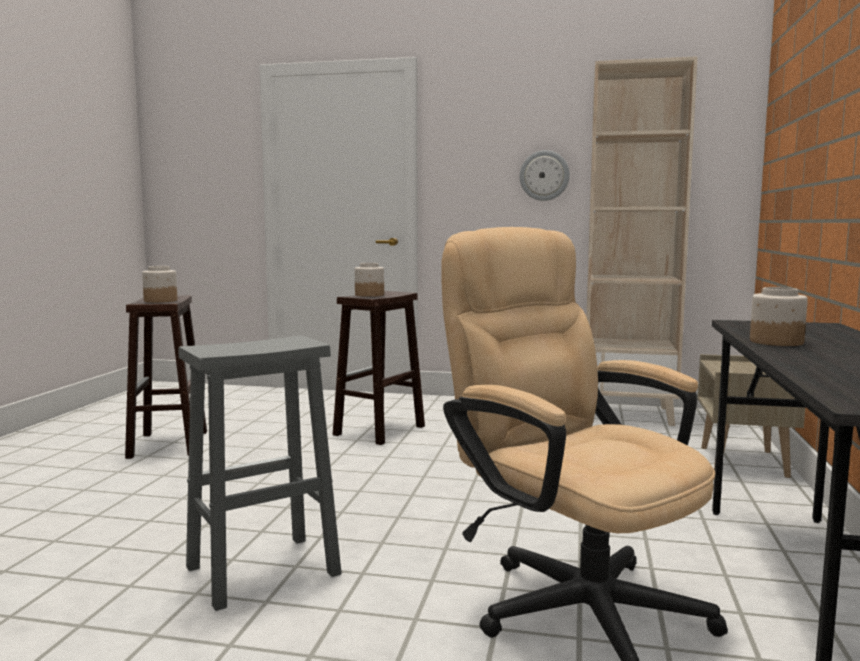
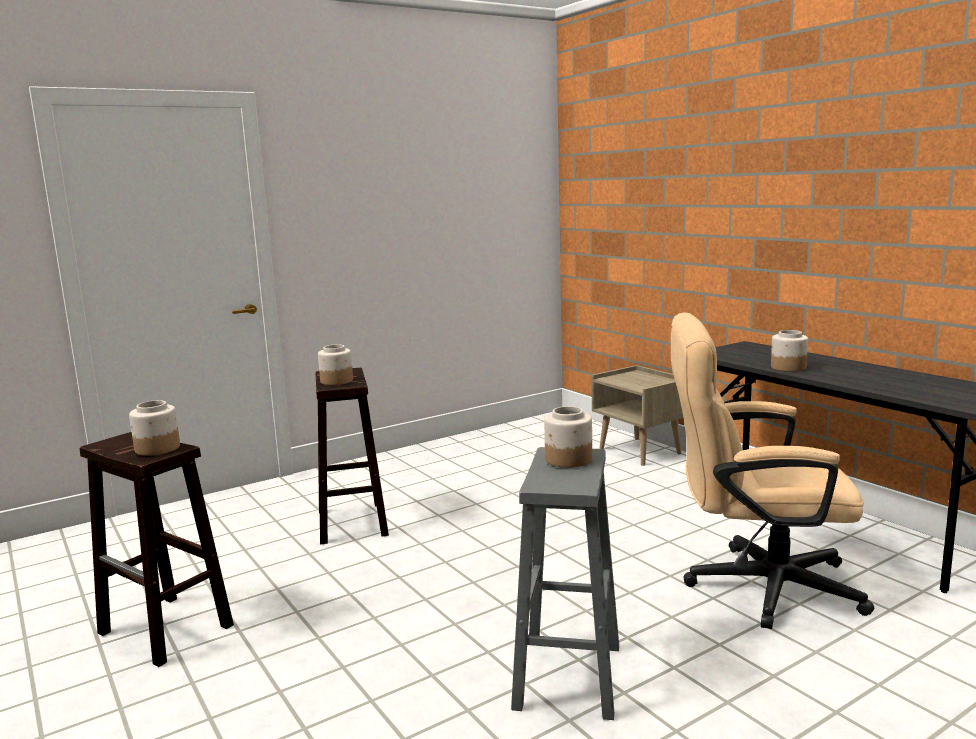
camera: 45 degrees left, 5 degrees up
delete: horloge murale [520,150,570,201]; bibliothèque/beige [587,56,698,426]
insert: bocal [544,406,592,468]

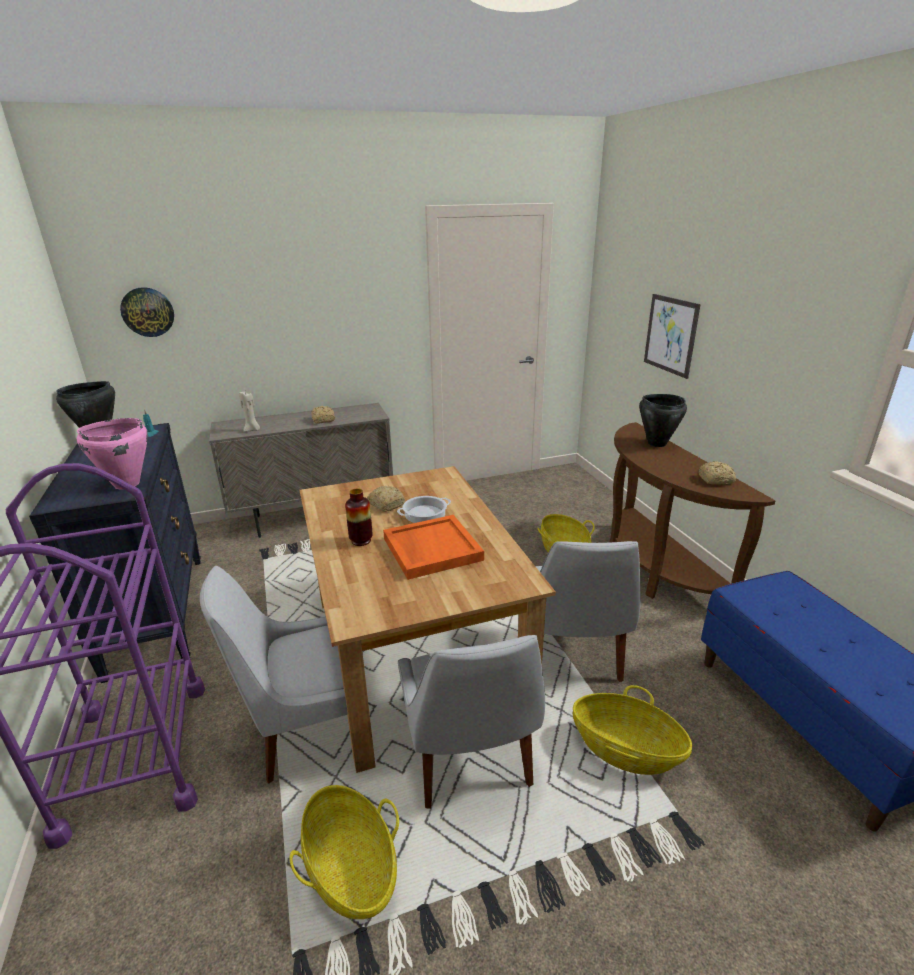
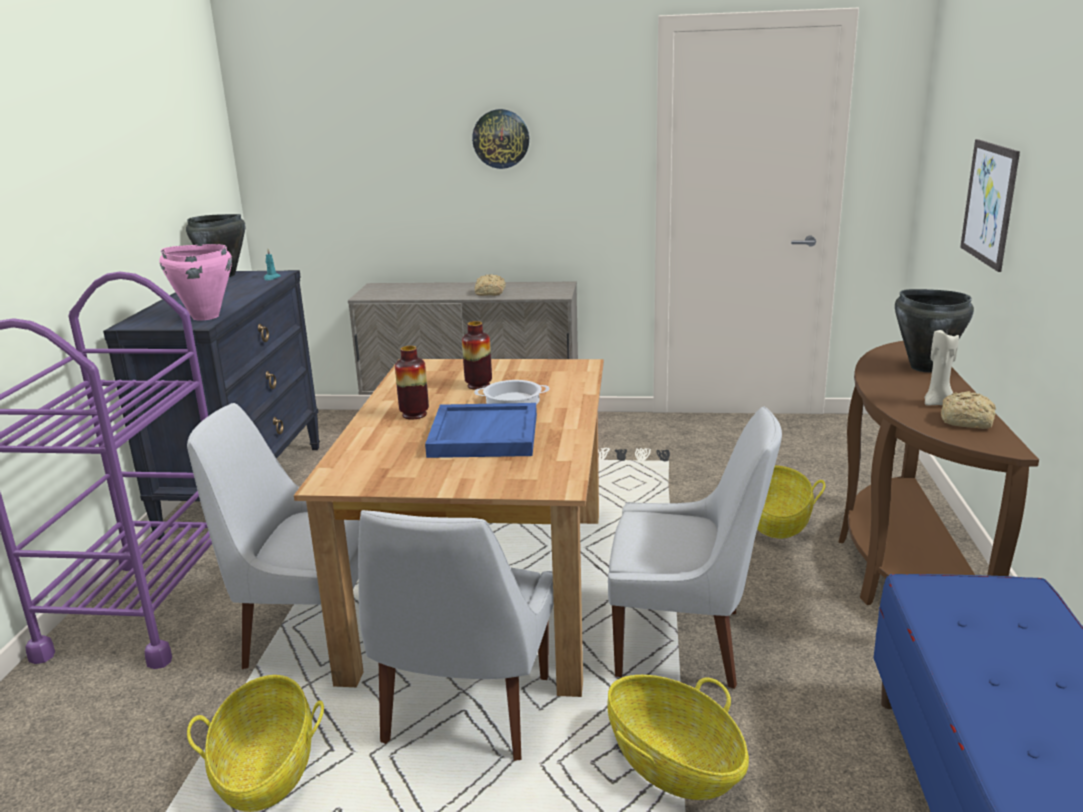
camera: 25 degrees right, 5 degrees down
move: horloge murale [120,287,174,337] to [472,109,529,169]; bougie/beige [239,392,260,432] to [925,330,959,406]
replace: pain [367,486,405,512] to vase [462,321,492,390]
recolor: plateau/orange [383,515,484,580] to plateau/bleu [425,403,537,458]
rotate: chaise/blanc [535,541,641,682] = [608,406,782,689] 105 degrees counterclockwise

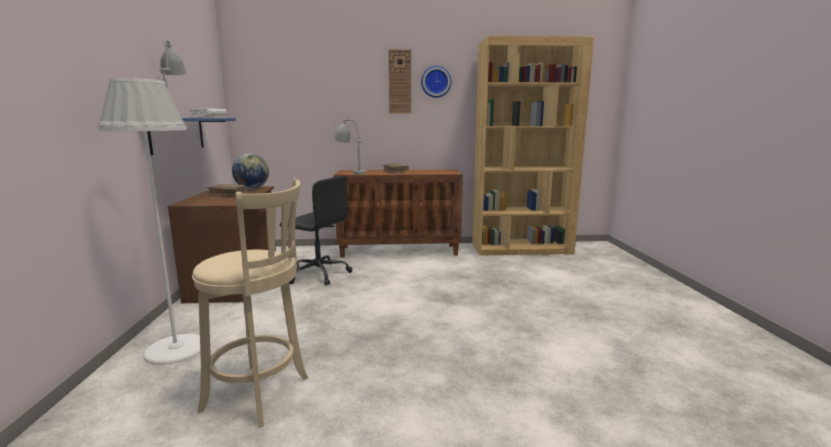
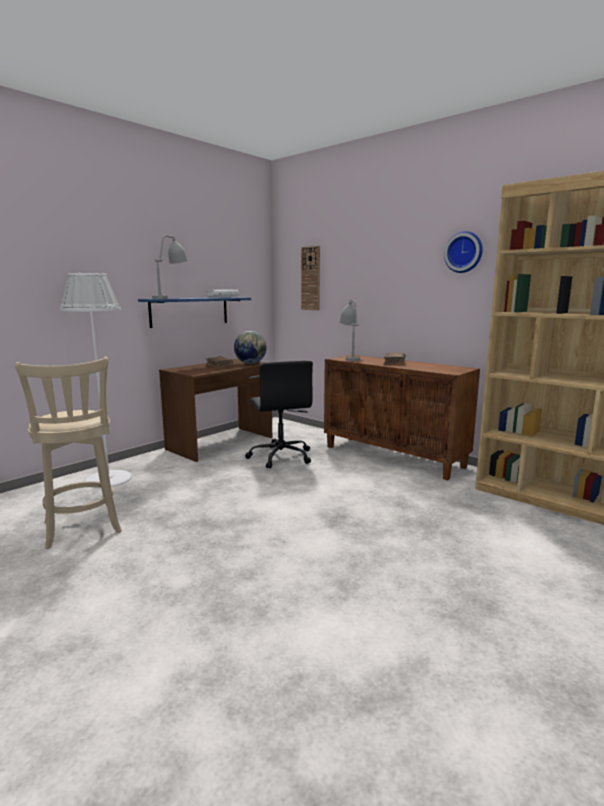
camera: 45 degrees right, 0 degrees up
move: horloge murale [388,49,412,114] to [301,246,320,310]

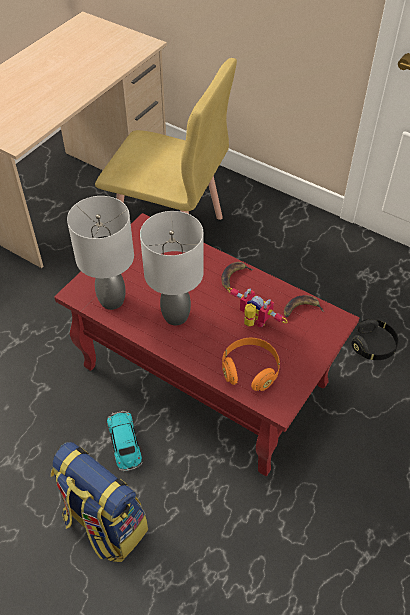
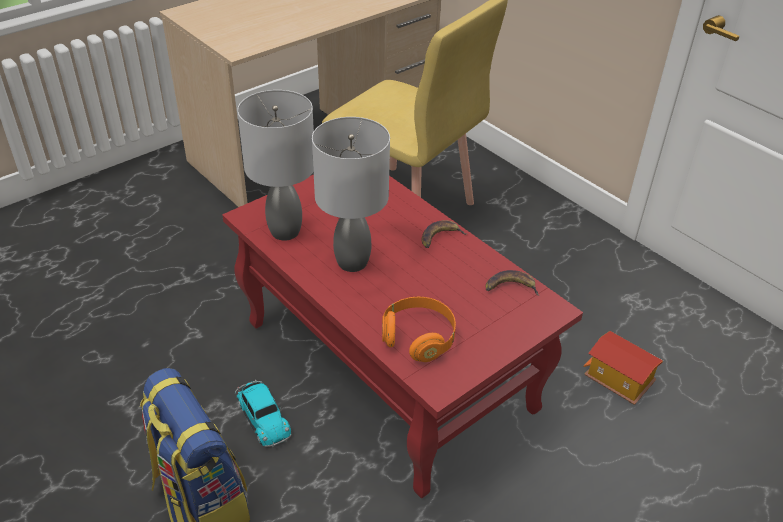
camera: 15 degrees right, 10 degrees down
delete: robot jouet [227,287,288,327]
replace: casque audio/noir [352,318,399,360] to maison miniature [584,331,663,405]
rotate: petite voiture [107,410,142,471] = [235,380,291,447] 150 degrees clockwise

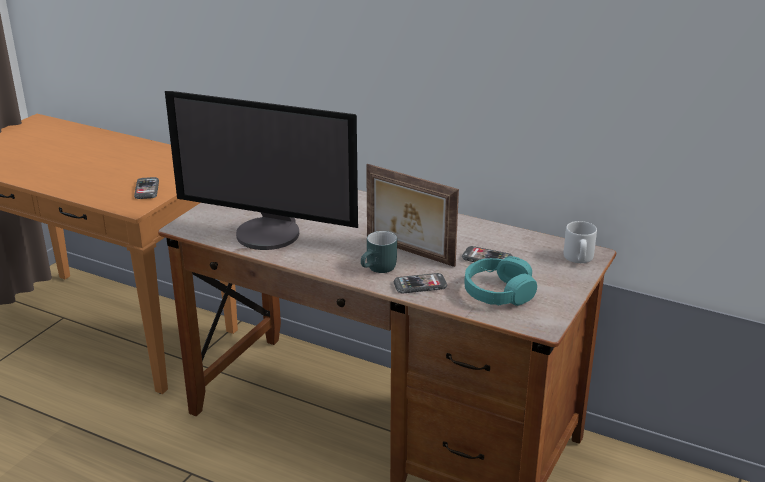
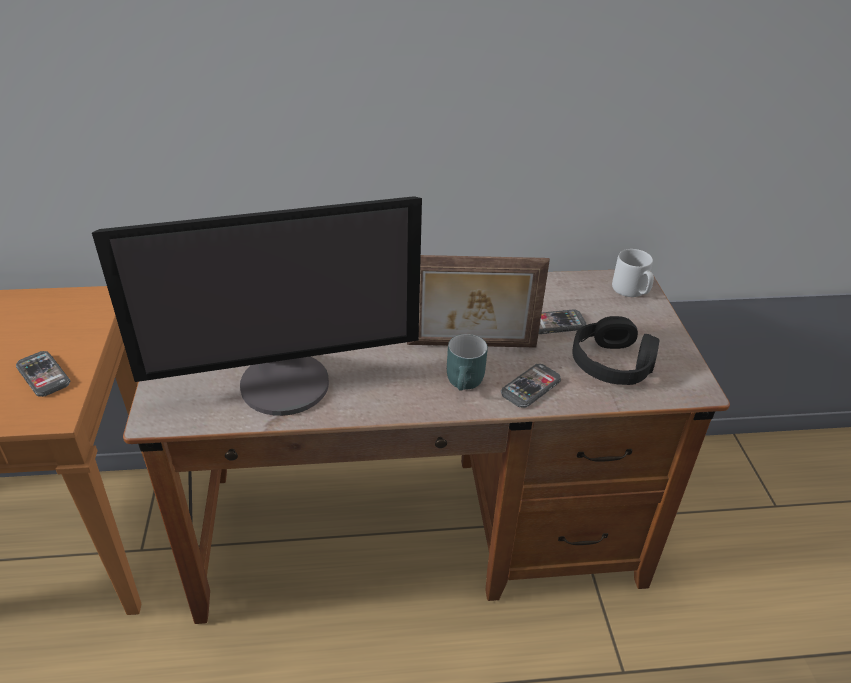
camera: 35 degrees left, 10 degrees up
recolor: casque audio/turquoise [465,256,537,306] to casque audio/noir [572,316,660,385]

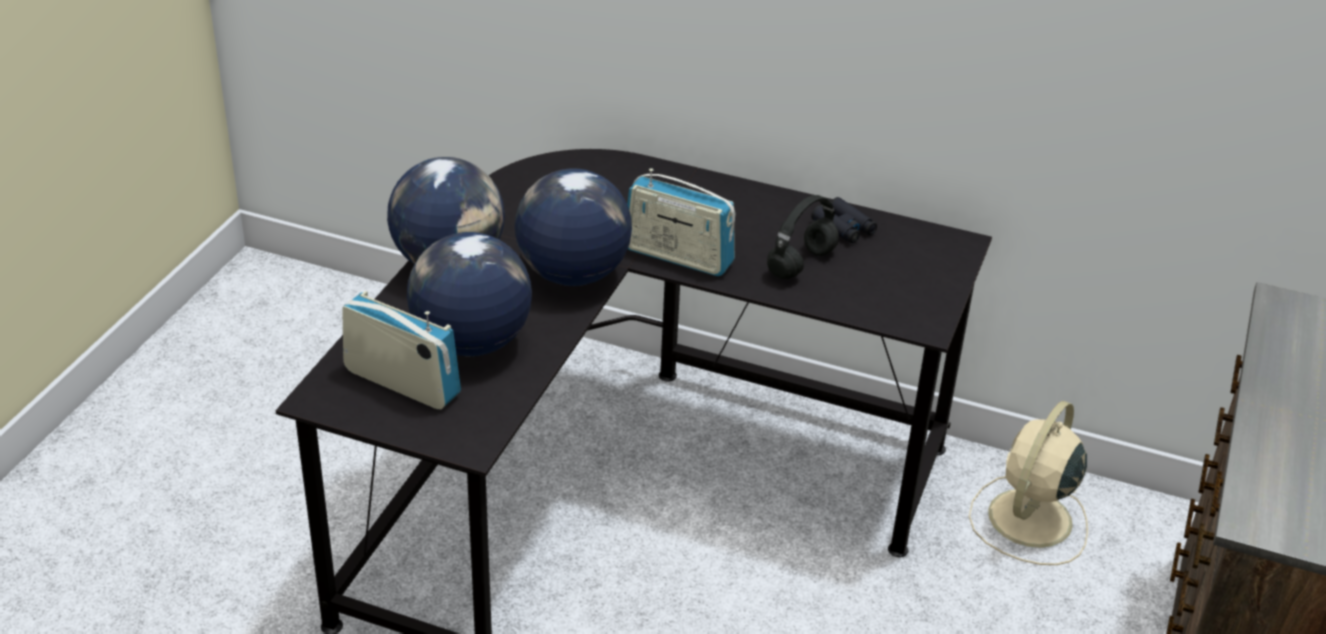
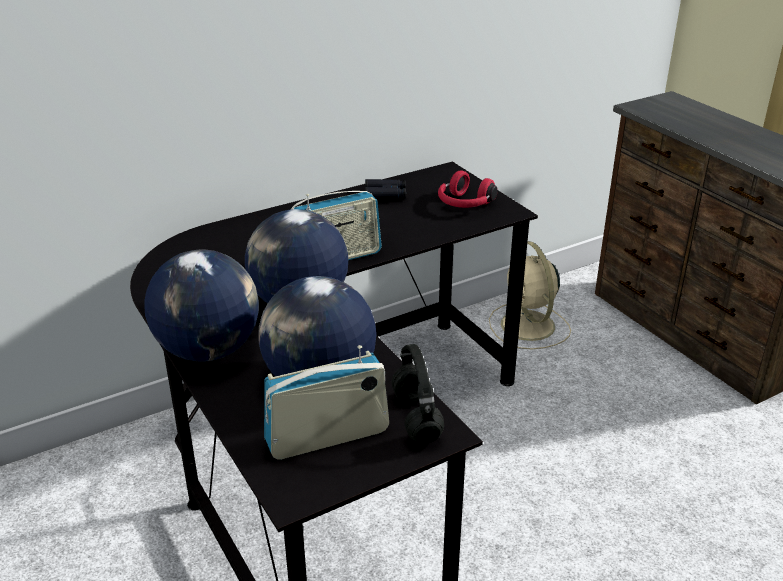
camera: 50 degrees left, 5 degrees down
insert: casque audio/rouge [438,171,498,208]
move: casque audio/noir [767,195,839,279] to [392,344,444,444]

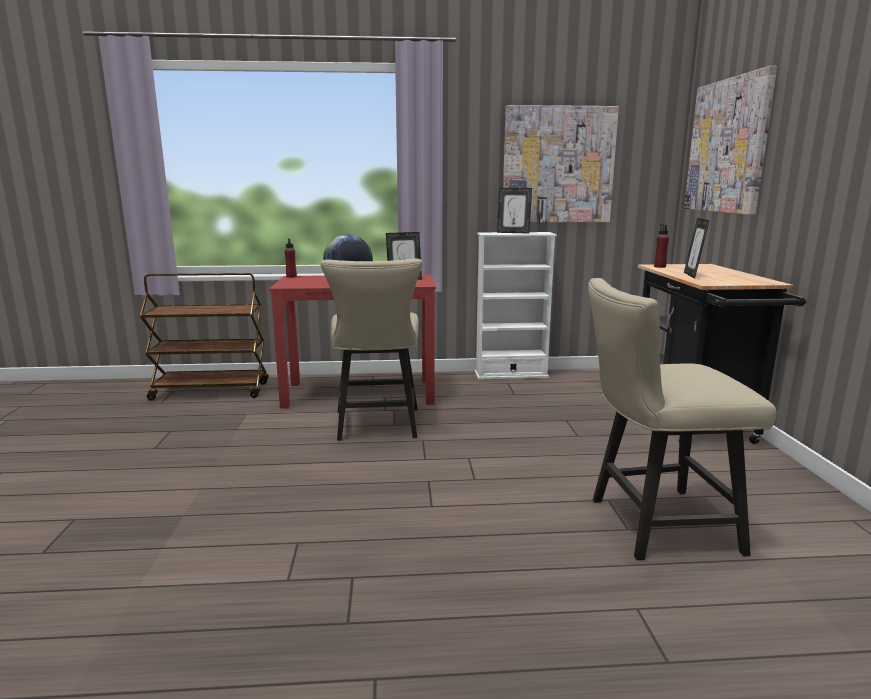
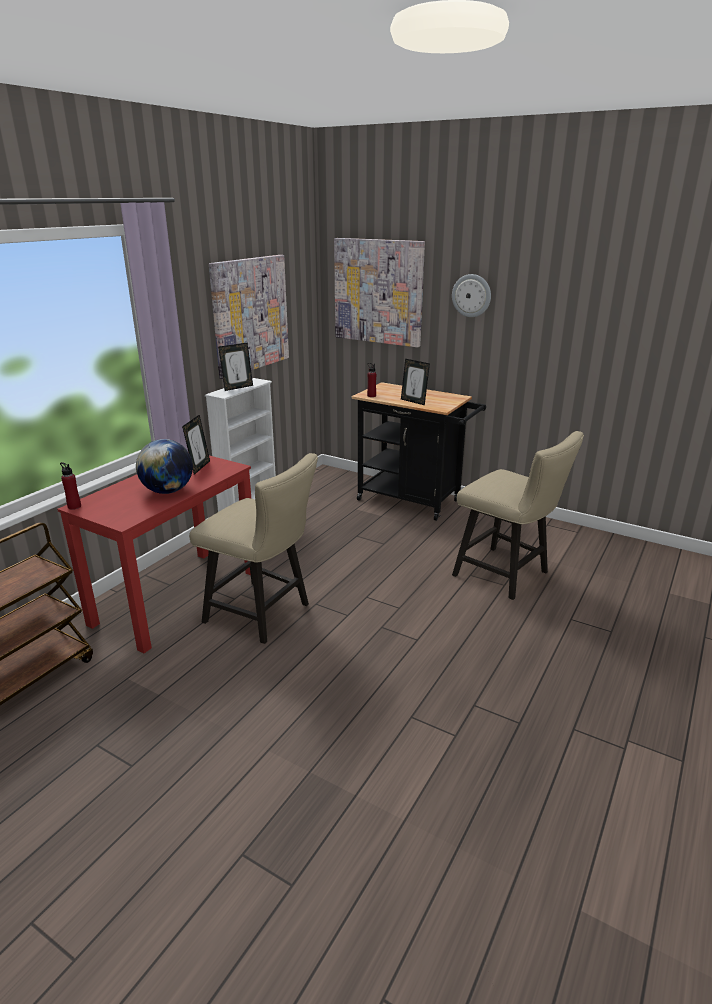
camera: 55 degrees left, 10 degrees up
insert: horloge murale [452,274,491,317]
rotate: chaise/beige [588,278,777,560] = [452,431,584,600] 75 degrees counterclockwise

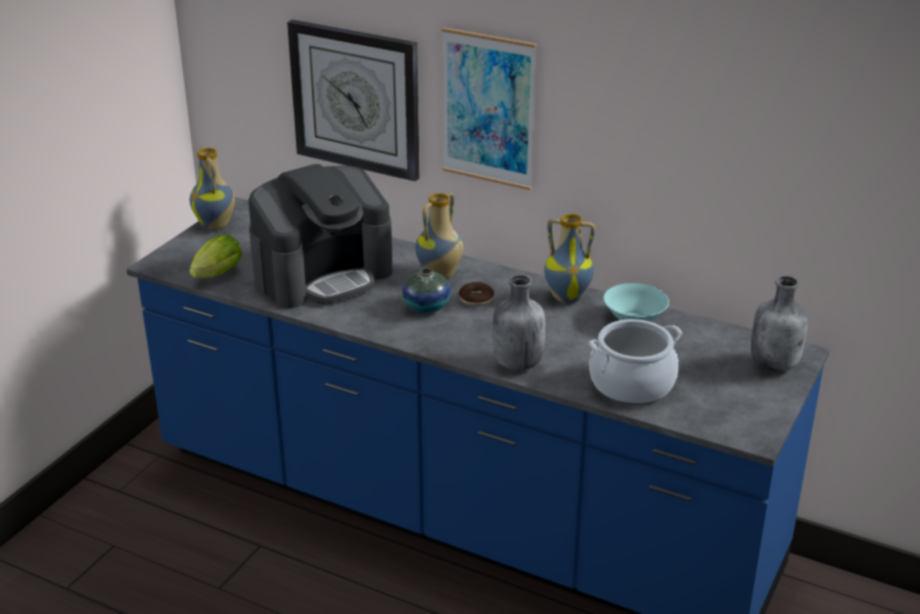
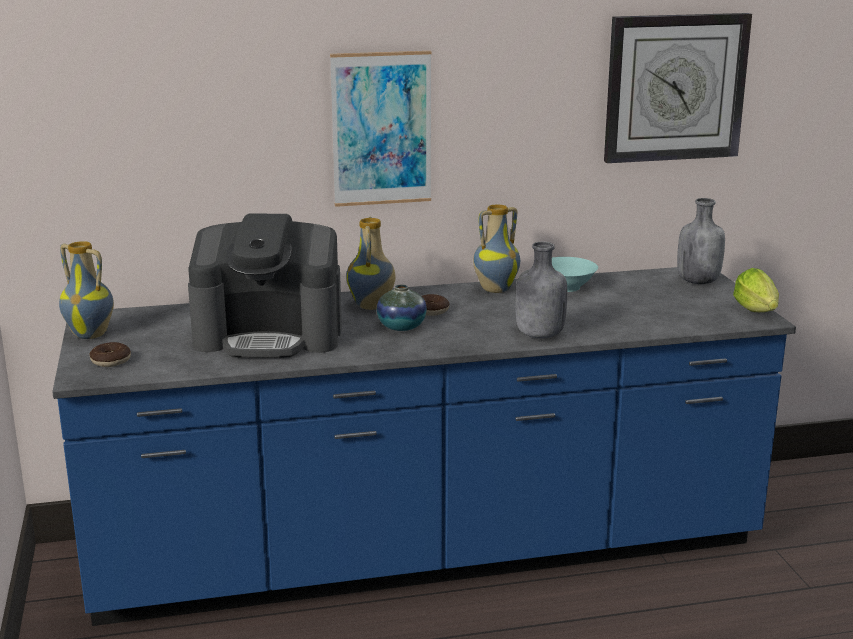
camera: 40 degrees left, 10 degrees down
delete: marmite [589,319,682,405]
insert: beignet [89,342,131,367]
move: horloge murale [287,20,420,182] to [604,13,752,163]; laitue [189,234,242,278] to [733,268,779,312]
rotate: machine à café [249,164,393,308] = [188,214,342,358] 75 degrees clockwise

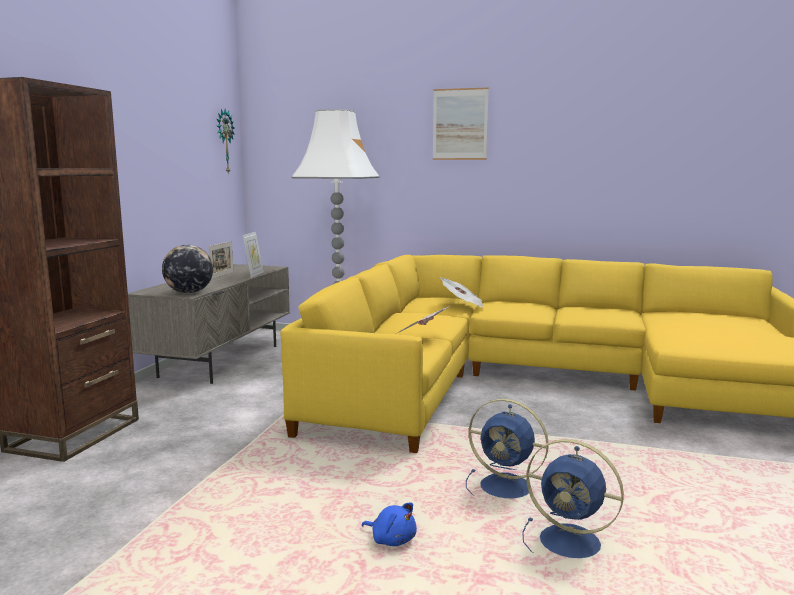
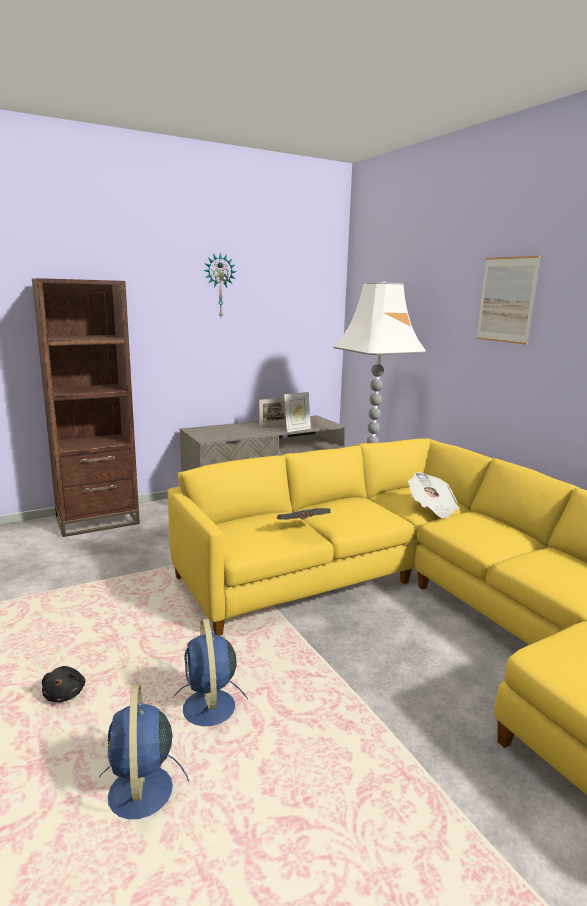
camera: 45 degrees right, 5 degrees up
delete: globe [162,245,213,294]
move: horloge murale [217,109,235,174] to [204,252,236,316]
recolor: peluche/bleu [362,502,417,546] to peluche/noir [42,666,85,702]

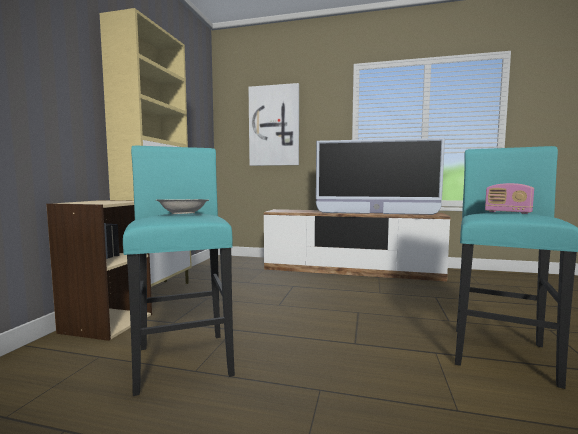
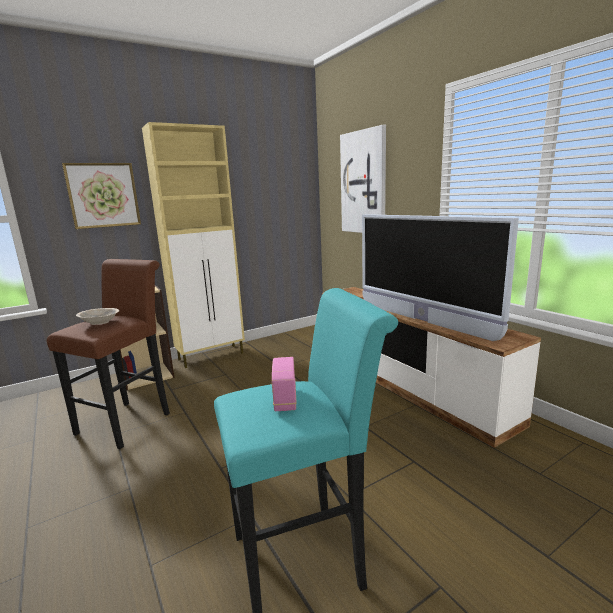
camera: 45 degrees right, 10 degrees up
insert: tableau [62,163,141,229]
recolor: tabouret/turquoise [123,146,235,396] to tabouret/marron [47,259,170,449]

